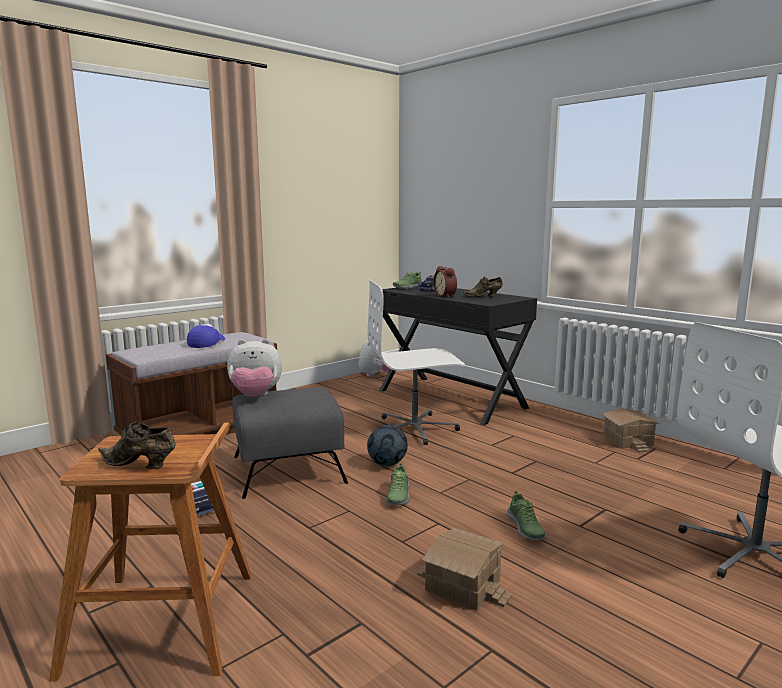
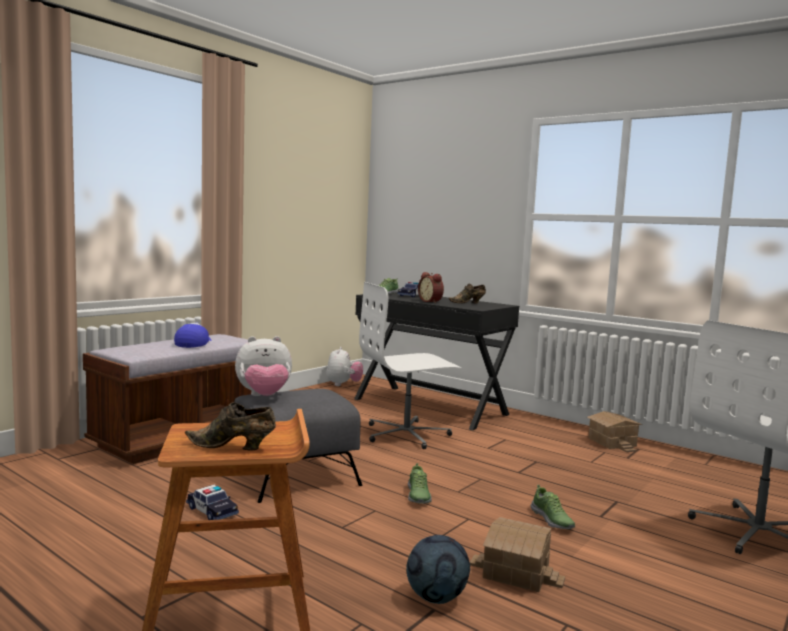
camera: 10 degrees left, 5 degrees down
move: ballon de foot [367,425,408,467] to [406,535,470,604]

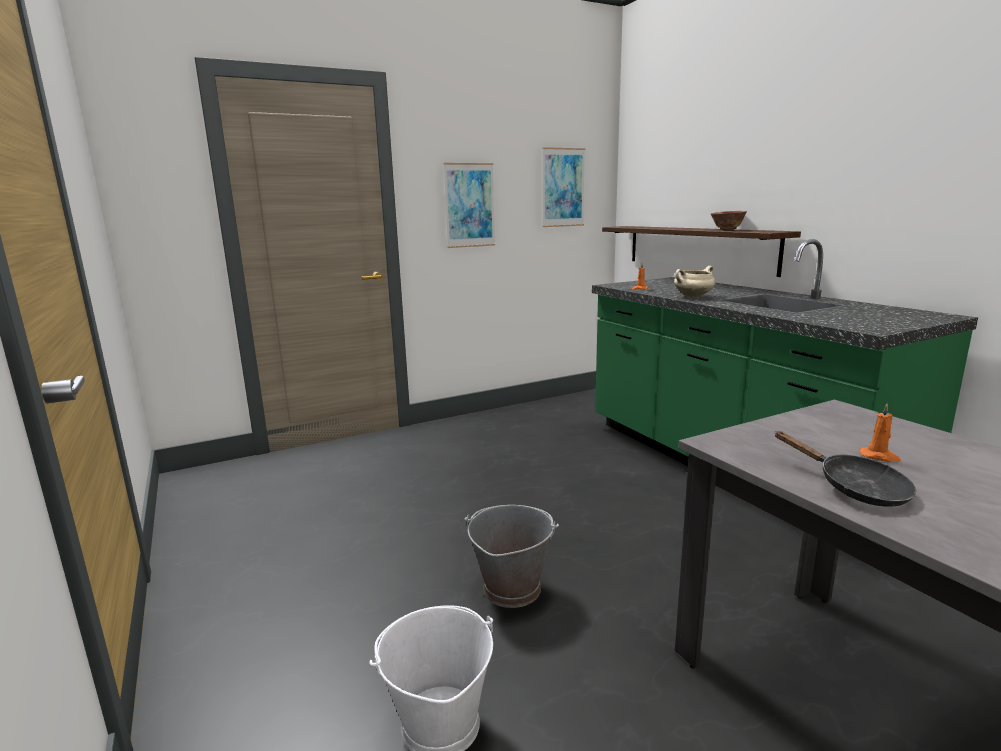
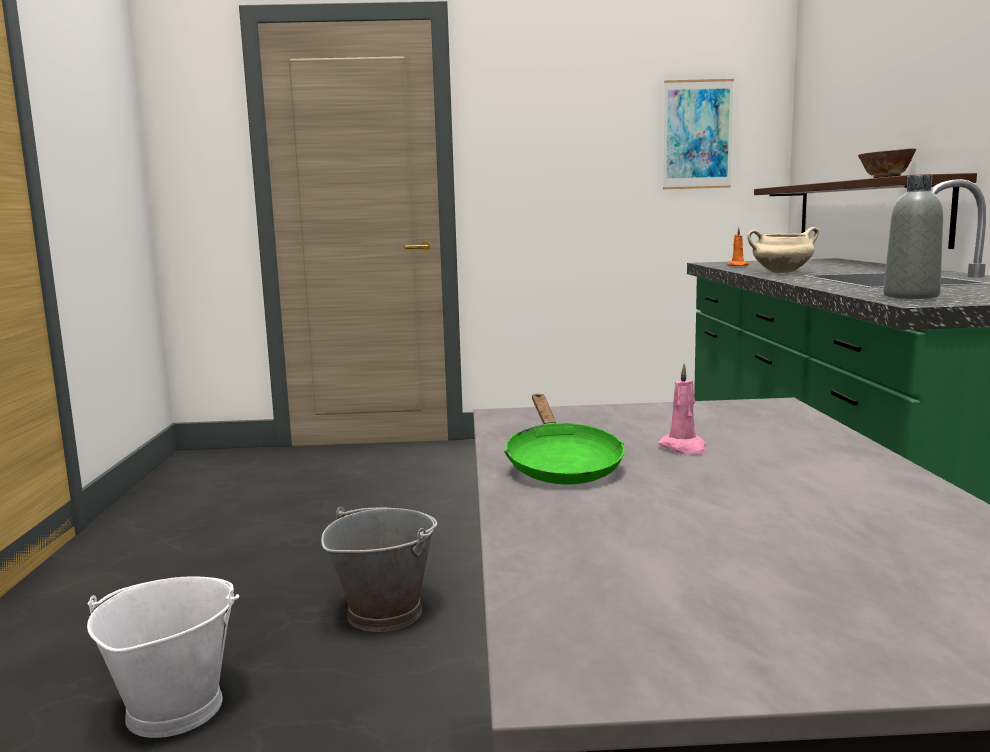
camera: 25 degrees right, 5 degrees down
delete: tableau [443,163,495,248]
insert: bouteille/gris [883,175,944,299]
recolor: poêle/noir [775,431,916,506] to poêle/vert [504,394,624,484]; bougie/orange [860,403,901,462] to bougie/rose [658,363,706,454]

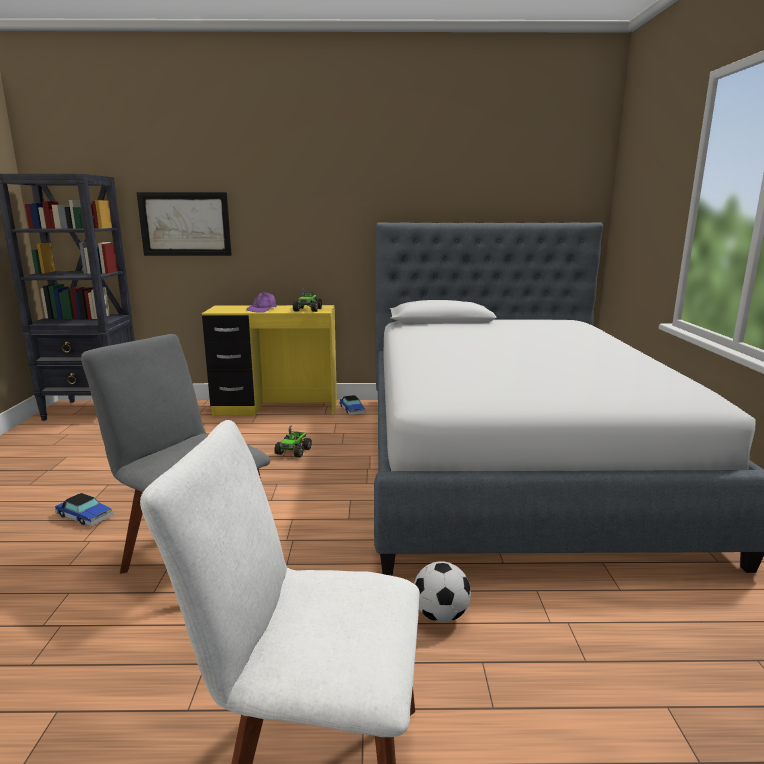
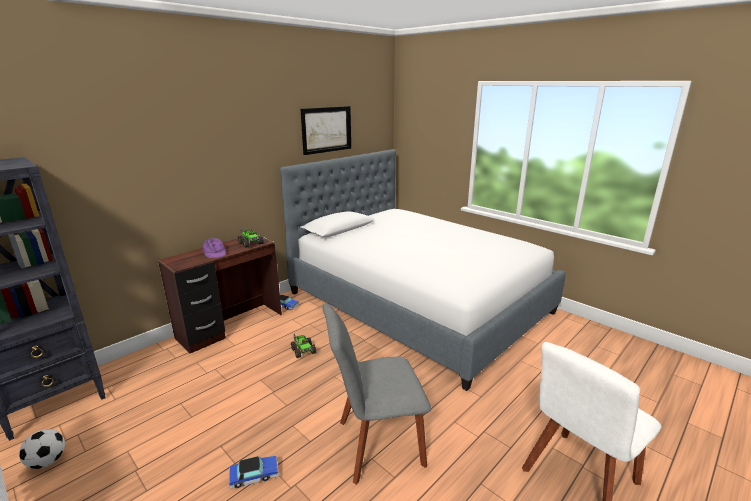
camera: 45 degrees left, 5 degrees up
move: ballon de foot [414,561,471,623] to [19,429,65,469]; tableau [137,192,232,256] to [301,106,351,155]
recolor: bureau/jaune [202,305,337,416] to bureau/marron [158,235,282,354]

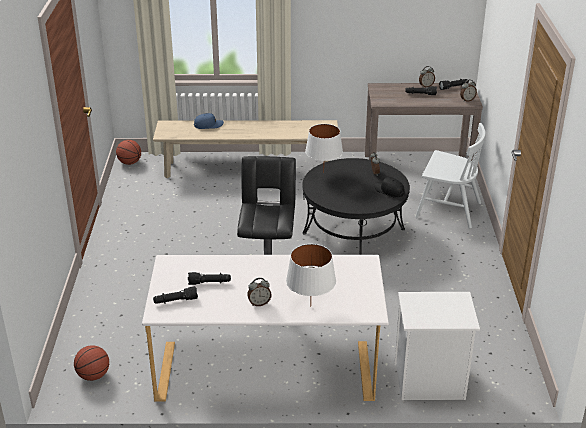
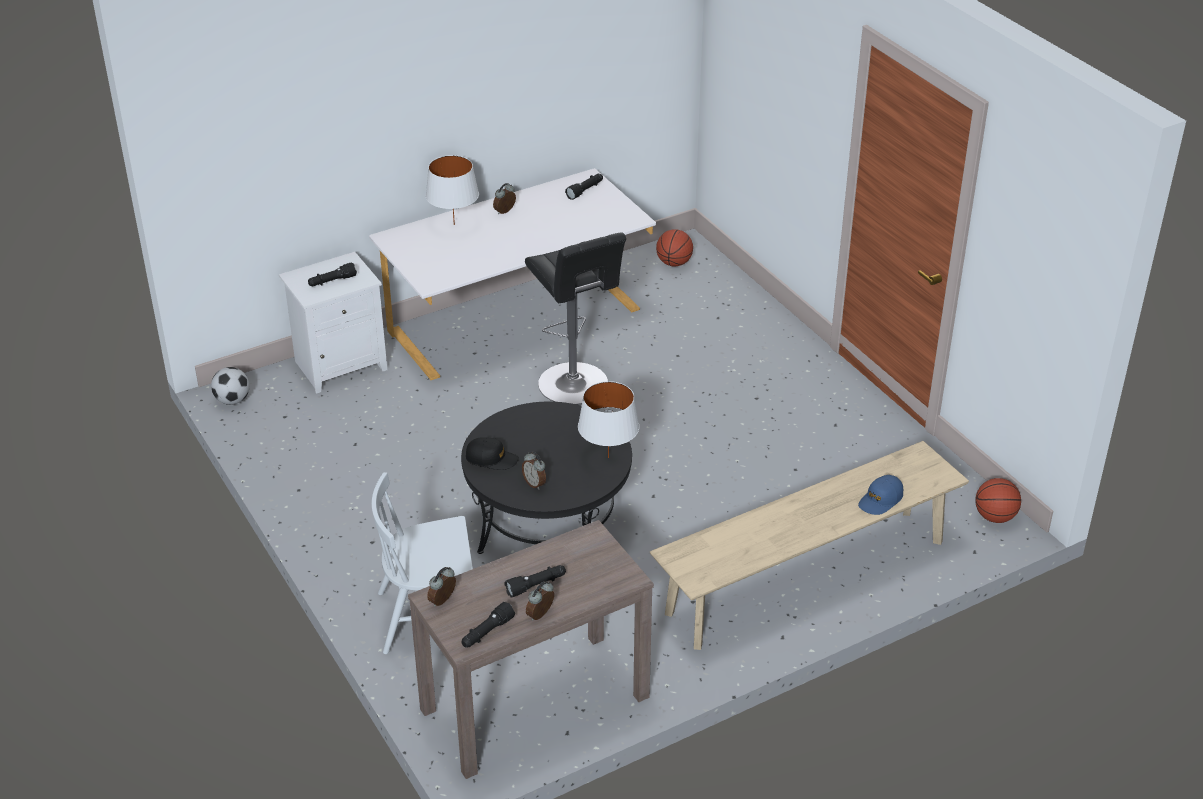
camera: 150 degrees right, 5 degrees up
insert: ballon de foot [211,367,250,405]
move: lampe de poche/noir [188,272,231,285] to [308,262,357,286]

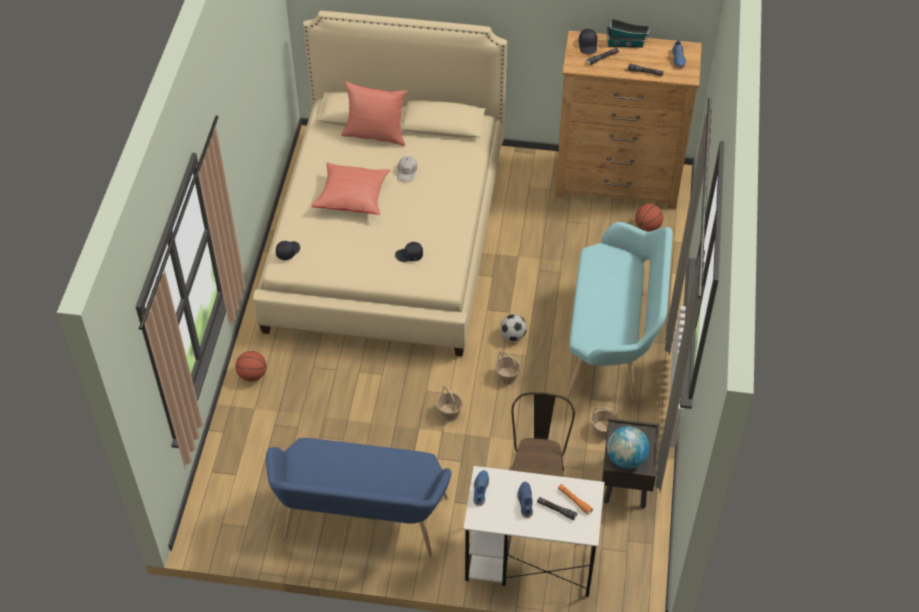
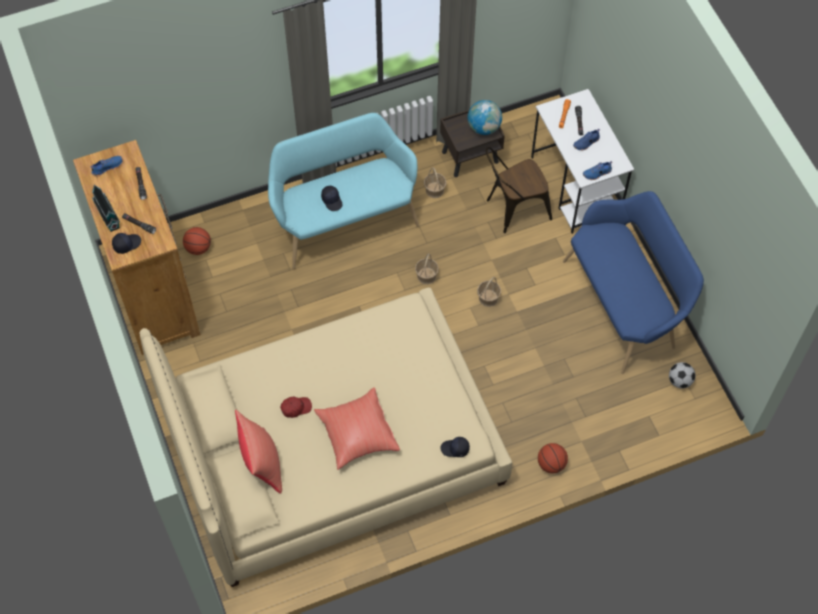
camera: 120 degrees left, 10 degrees up
move: casquette/noir [395,242,423,262] to [321,186,343,211]; ballon de foot [500,314,527,341] to [669,362,696,389]
recolor: casquette/blanc [397,156,417,182] to casquette/rouge [280,396,312,418]

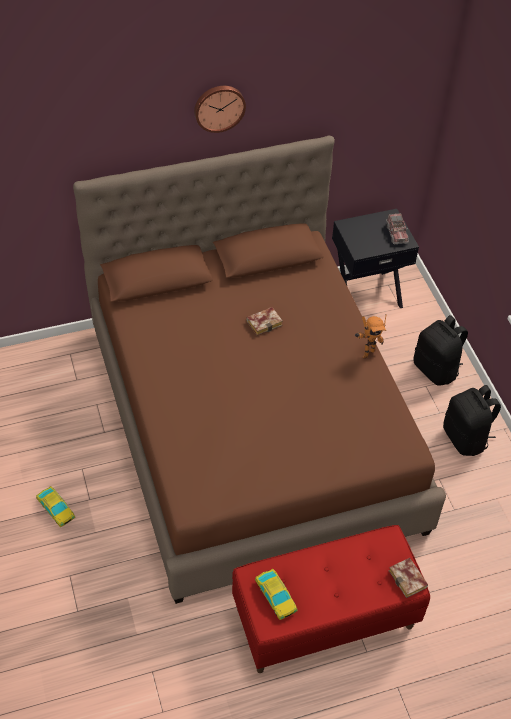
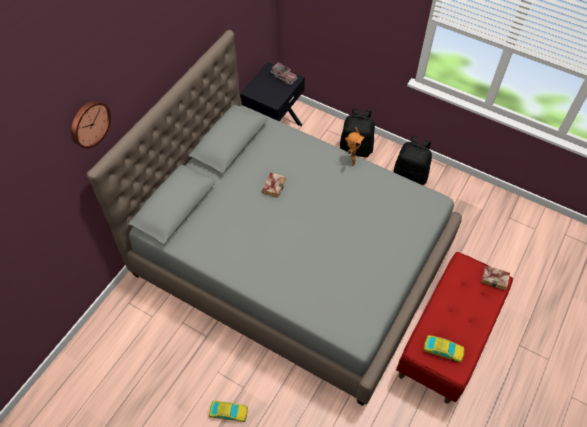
camera: 40 degrees left, 5 degrees up
move: horloge murale [194,86,246,133] to [71,101,111,149]
recolor: lit/marron [73,136,446,604] to lit/gris [87,30,462,406]

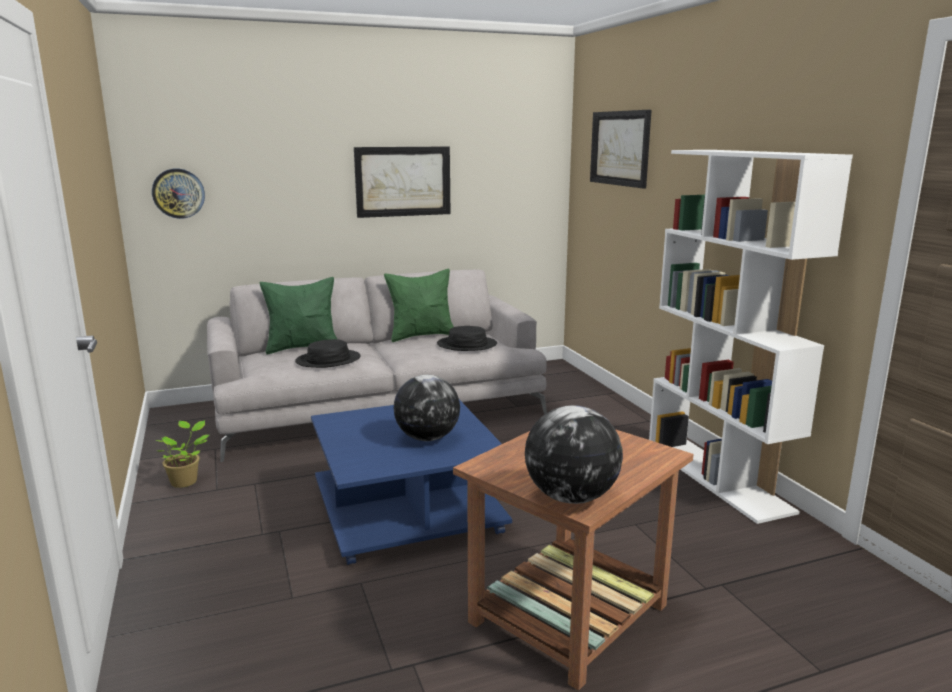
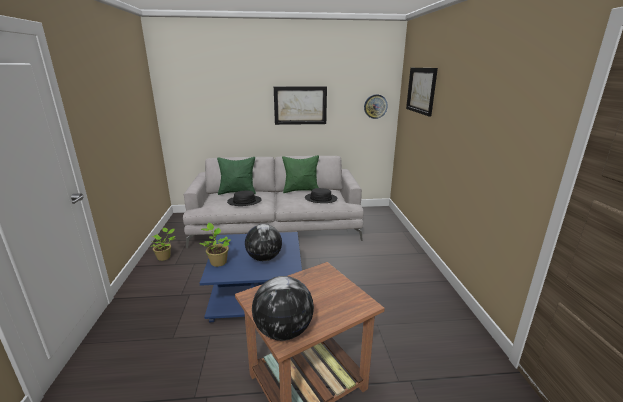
camera: 15 degrees right, 5 degrees up
delete: bibliothèque/blanc [649,150,853,524]
insert: plante en pot [199,223,231,267]
move: horloge murale [152,169,205,219] to [364,94,388,119]

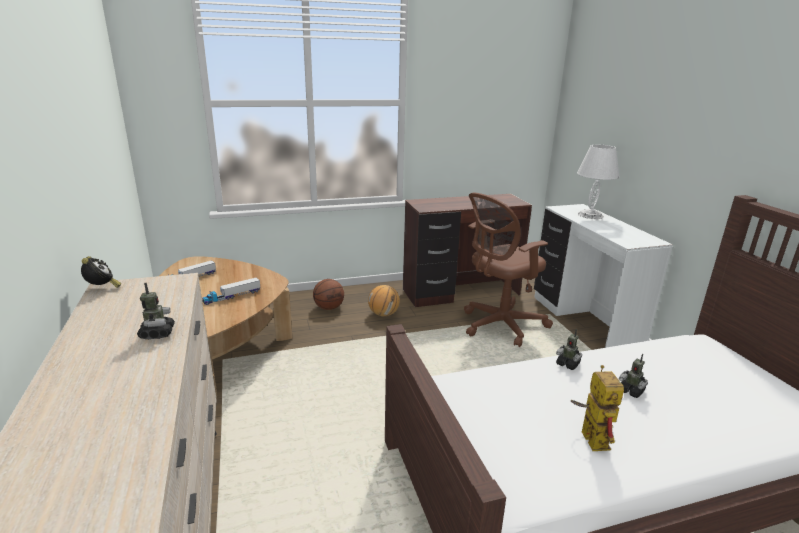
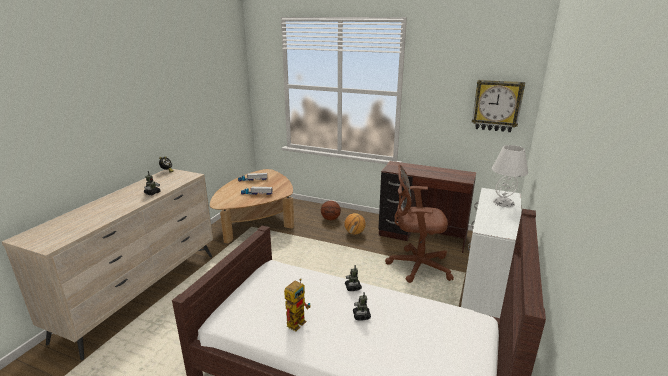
camera: 40 degrees right, 0 degrees up
insert: horloge murale [472,80,525,132]

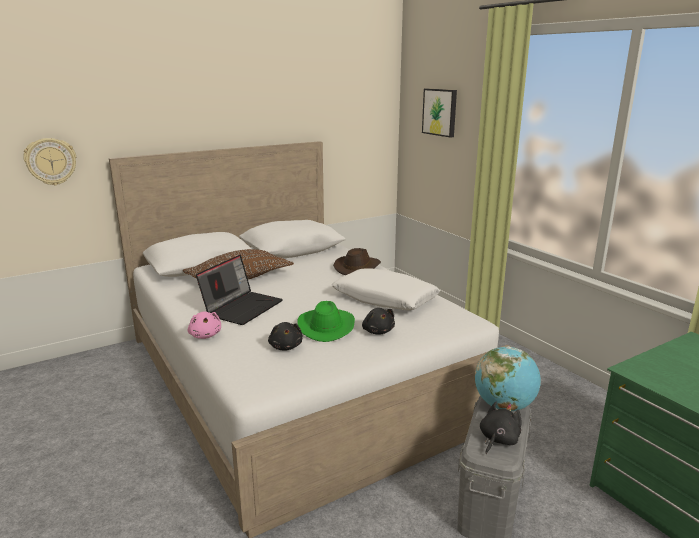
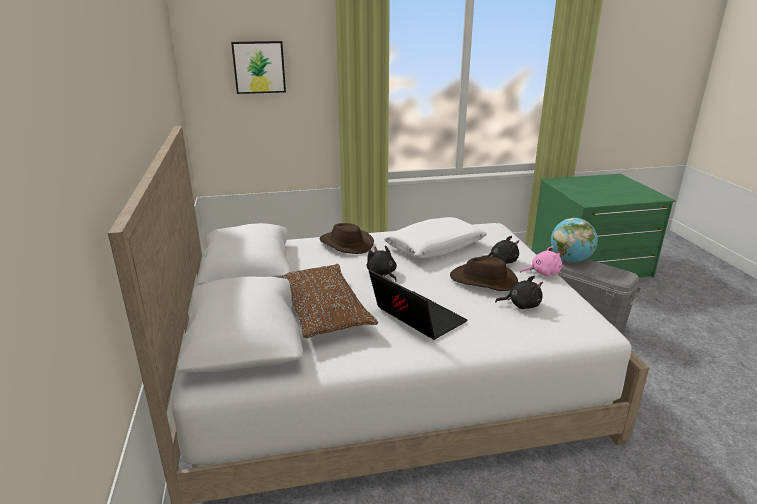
camera: 70 degrees left, 5 degrees up
delete: horloge murale [23,138,76,186]
move: peluche/noir [480,401,521,454] to [367,245,397,282]; peluche/rose [188,312,221,339] to [520,246,562,276]
recolor: chapeau/vert [297,301,355,342] to chapeau/marron [450,256,518,291]

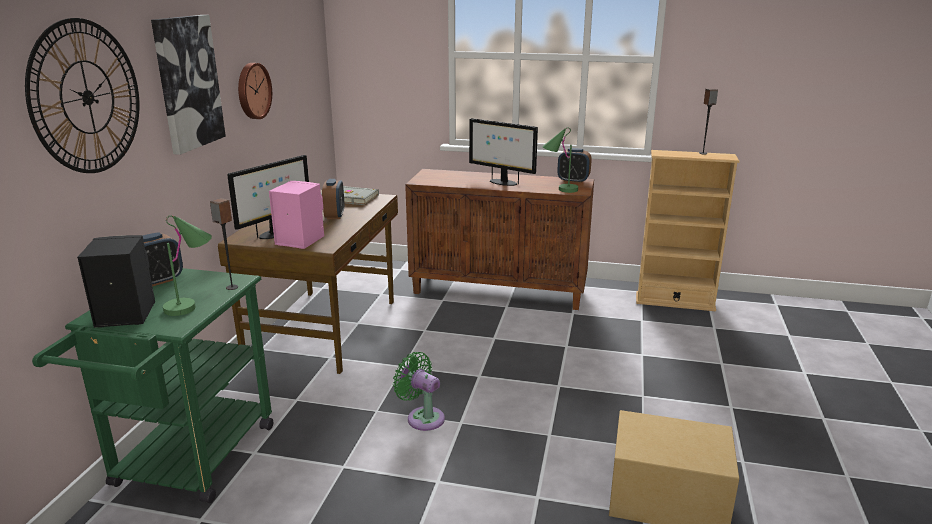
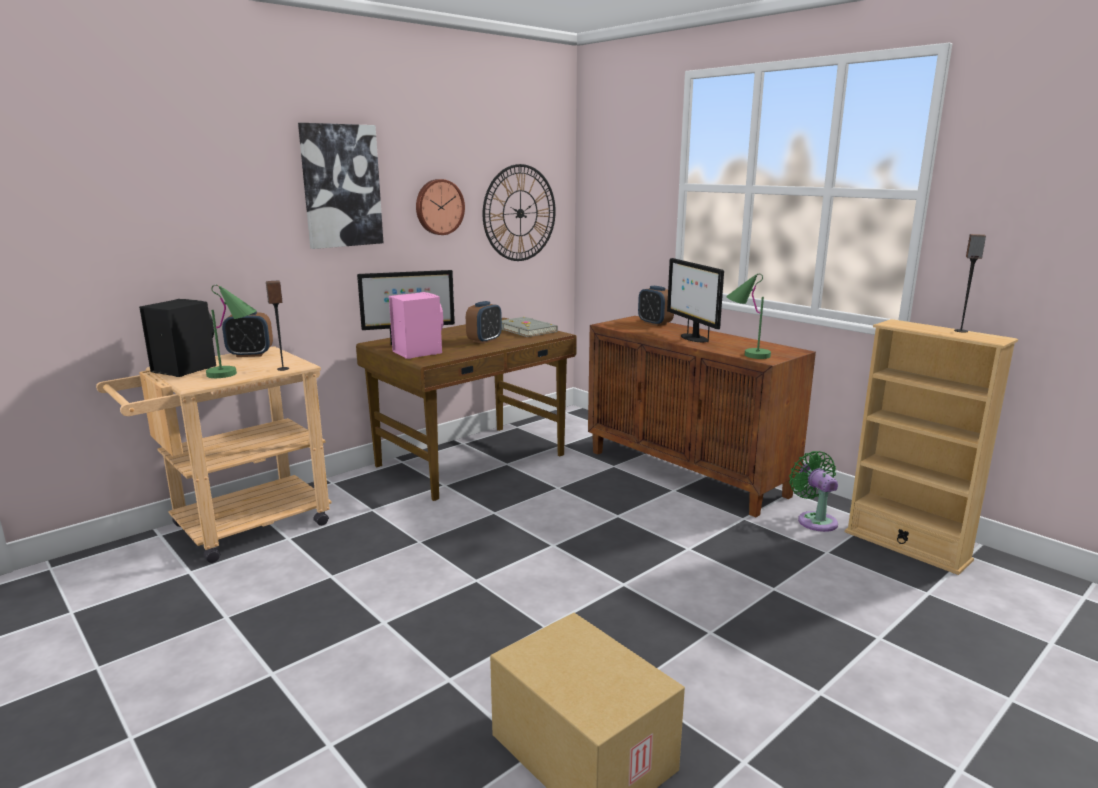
camera: 35 degrees right, 5 degrees down
move: horloge murale [25,18,140,173] to [483,164,556,261]; réveil [557,148,592,183] to [638,286,674,326]; ventilateur/vert [393,352,445,431] to [789,451,838,532]
recolor: chariot/vert [32,268,273,503] to chariot/beige [96,346,332,563]

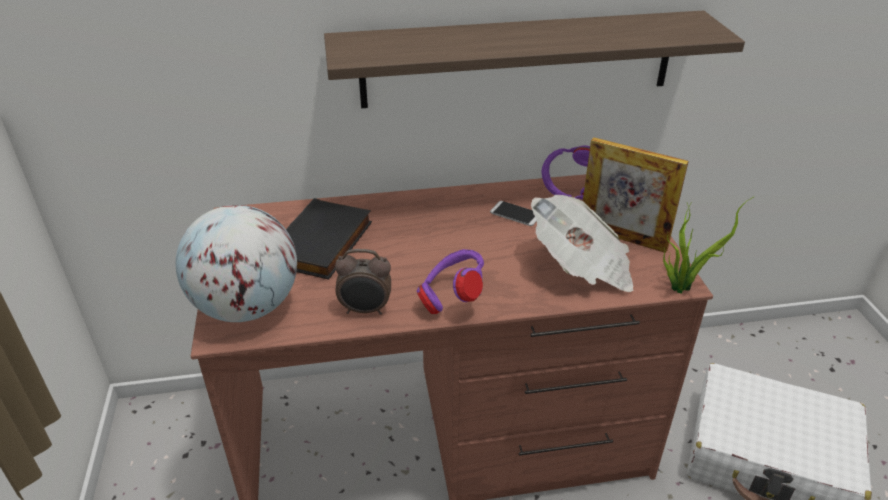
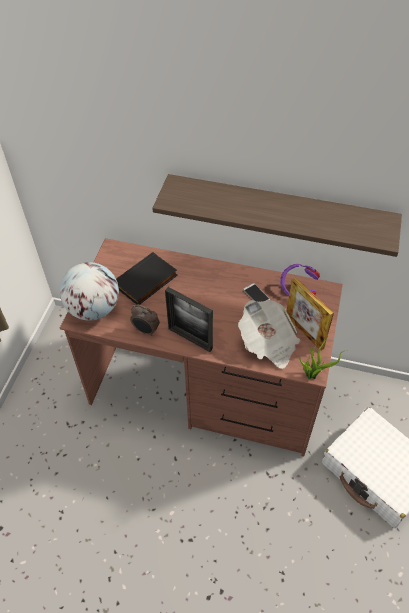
camera: 25 degrees right, 15 degrees up
replace: casque audio/violet [417,249,484,314] to cadre photo [165,287,213,352]

